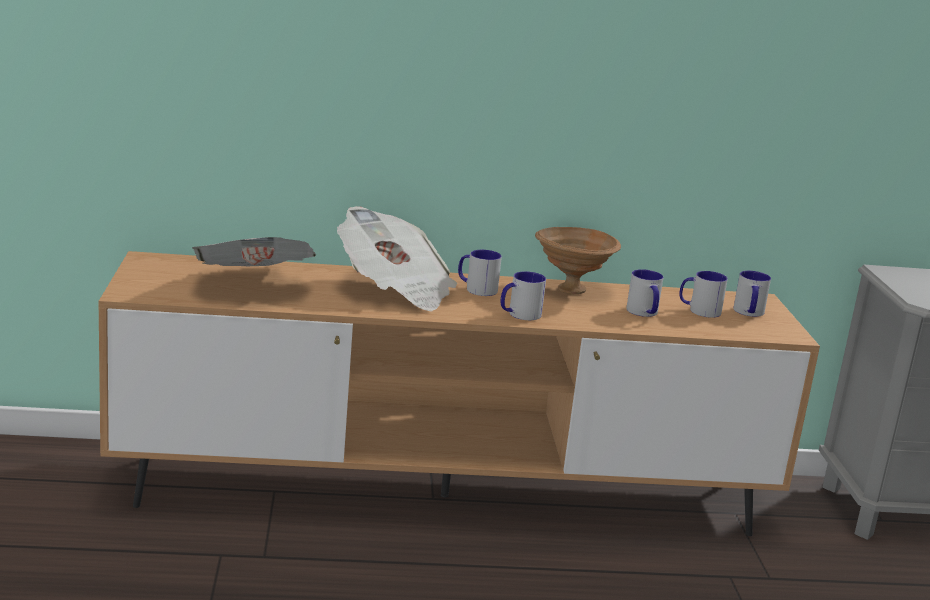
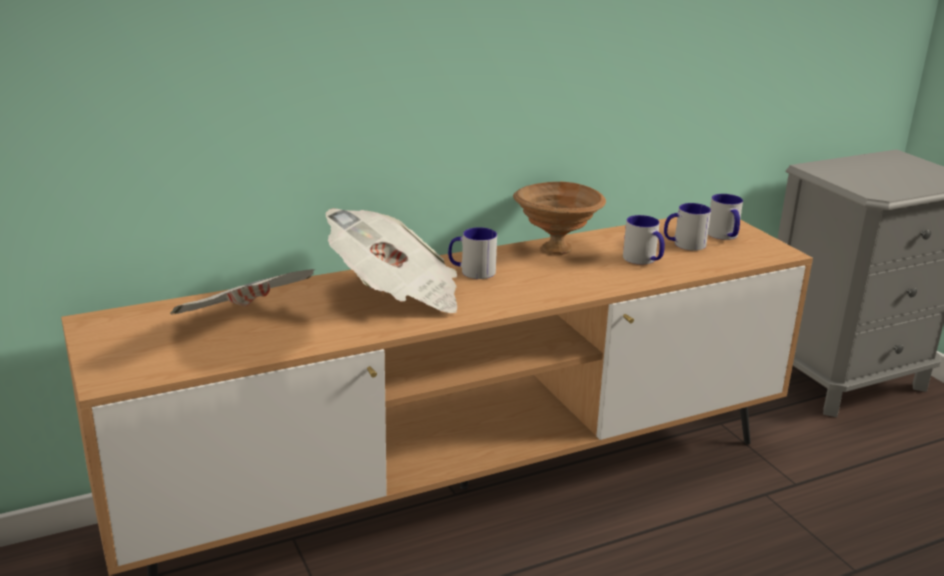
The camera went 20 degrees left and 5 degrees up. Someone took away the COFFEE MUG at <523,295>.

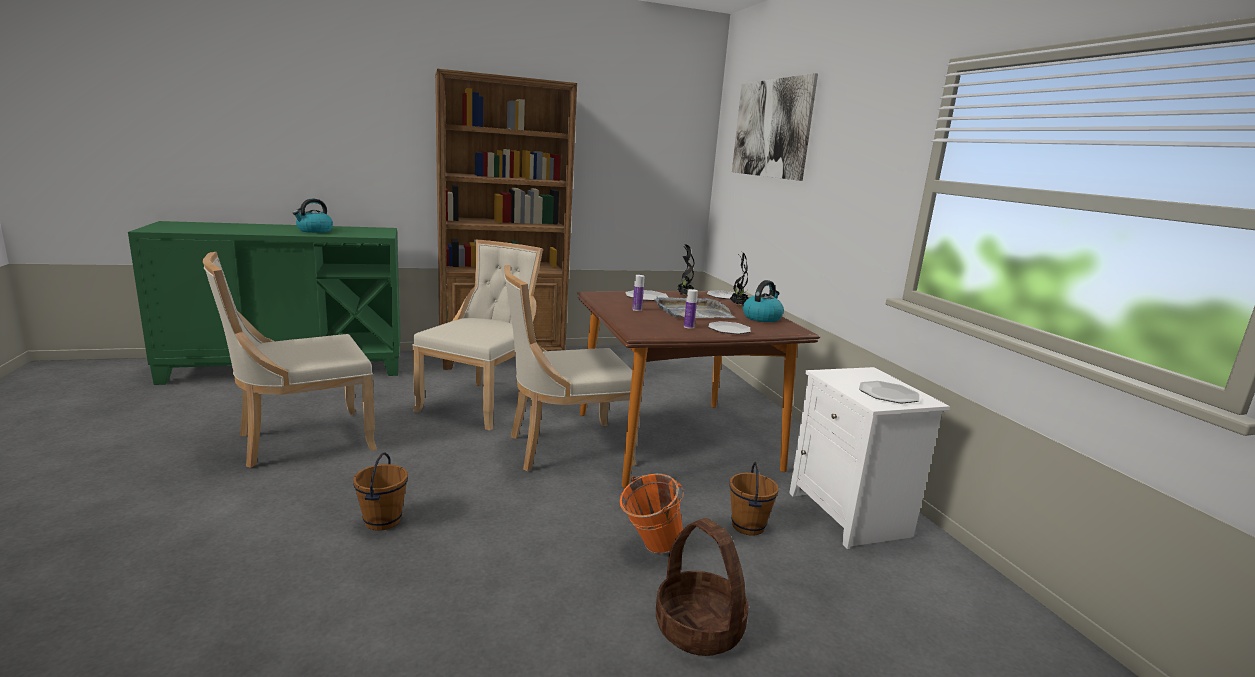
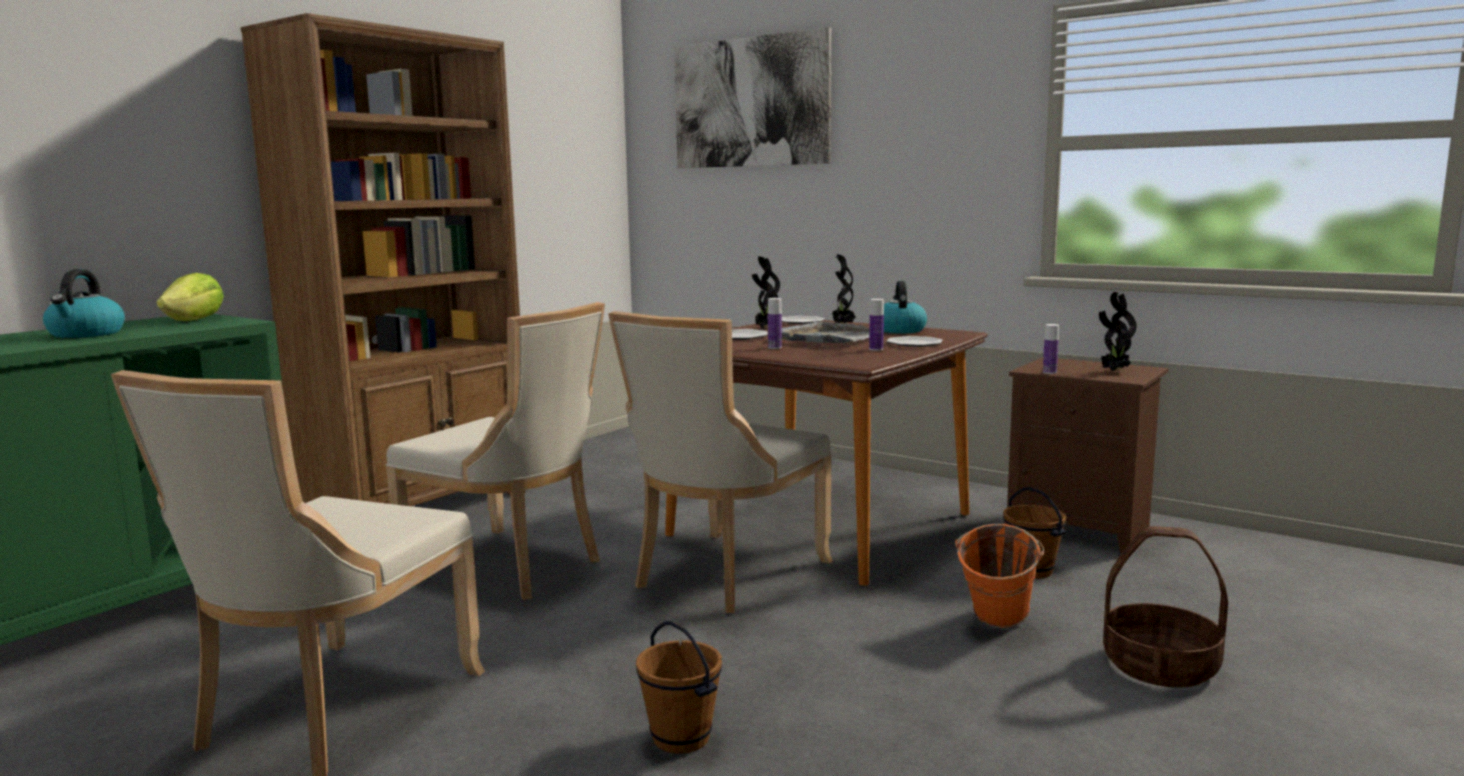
The camera went 35 degrees left and 5 degrees down. Someone rotated the SAND-COLOURED PLAIN CHAIR at <478,335> by 135 degrees clockwise. Someone repainted the WHITISH NIGHTSTAND at <869,458>, which became the BROWN NIGHTSTAND at <1087,455>. Someone swapped the FLAT DISH at <889,392> for the POTTED PLANT at <1118,331>. Someone put down the HEAD OF LETTUCE at <190,297>. Someone put down the DRINK BOTTLE at <1051,349>.

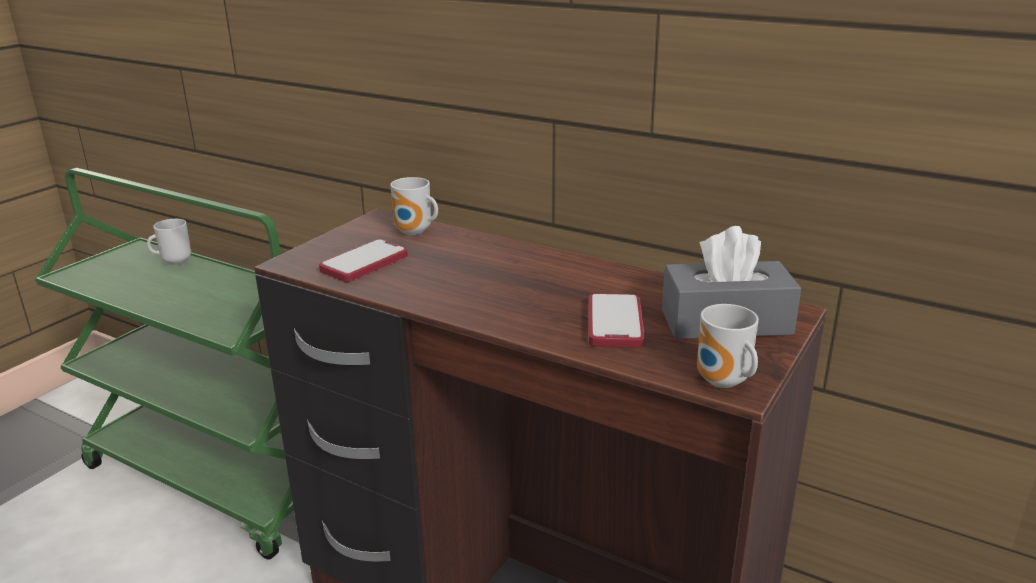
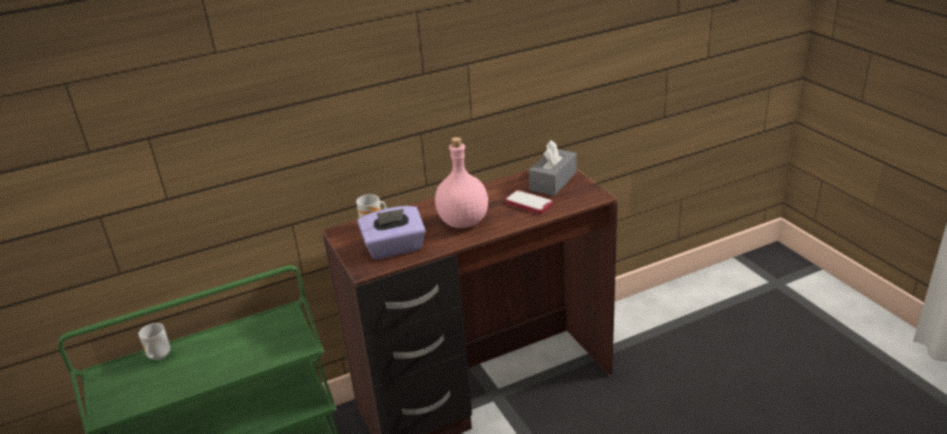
The camera went 55 degrees left and 5 degrees up. Someone swapped the PHONE at <363,260> for the PURPLISH BOX OF TISSUES at <391,233>. Someone took away the COFFEE MUG at <728,346>. Someone put down the PINK-COLOURED DRINK BOTTLE at <461,182>.

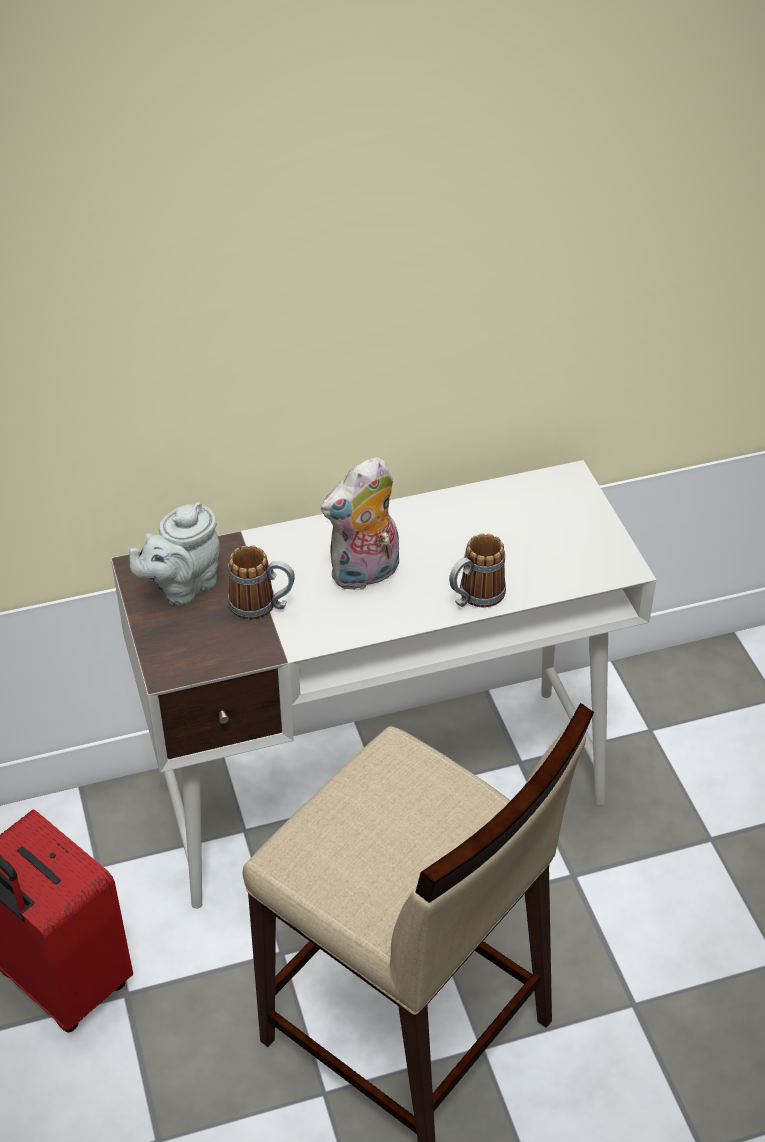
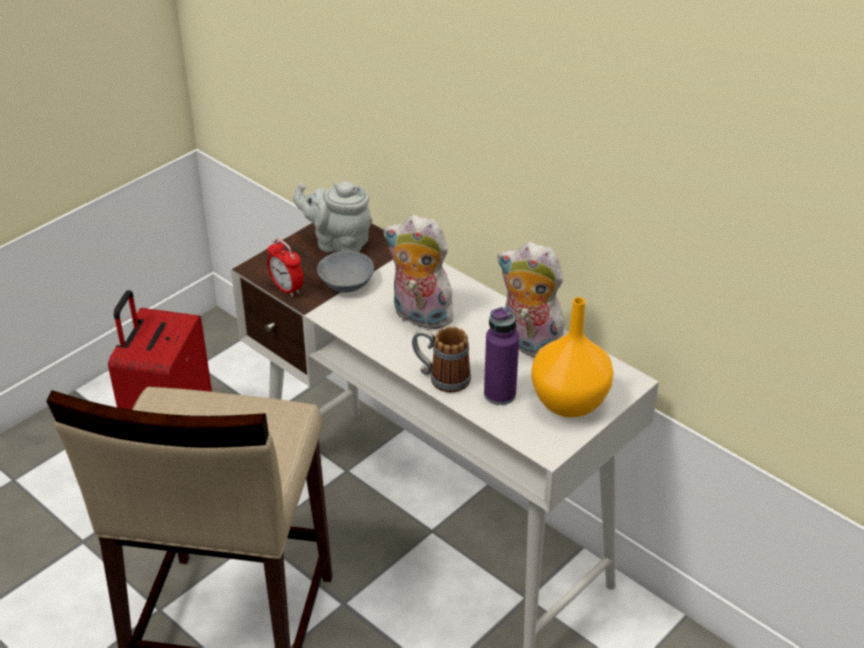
The camera went 60 degrees right and 5 degrees down. Someone swapped the COFFEE MUG at <261,582> for the GREY BOWL at <345,272>. Someone put down the BEDSIDE CLOCK at <285,267>. Someone put down the CUDDLY TOY at <530,299>. Someone put down the ORANGE FLOWER VASE at <572,357>. Someone put down the PURPLISH DRINK BOTTLE at <501,355>.

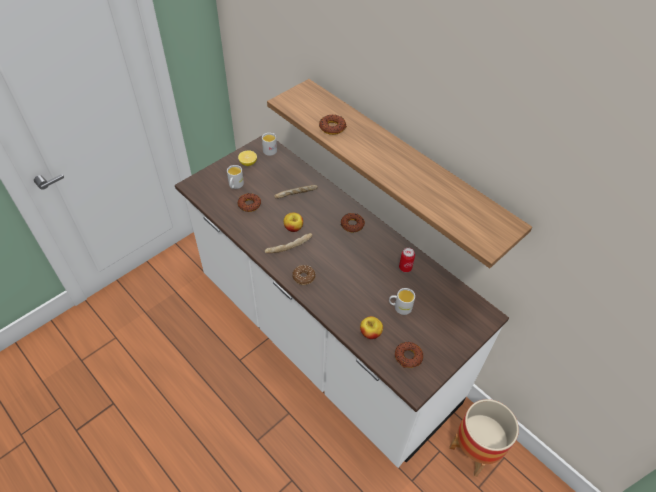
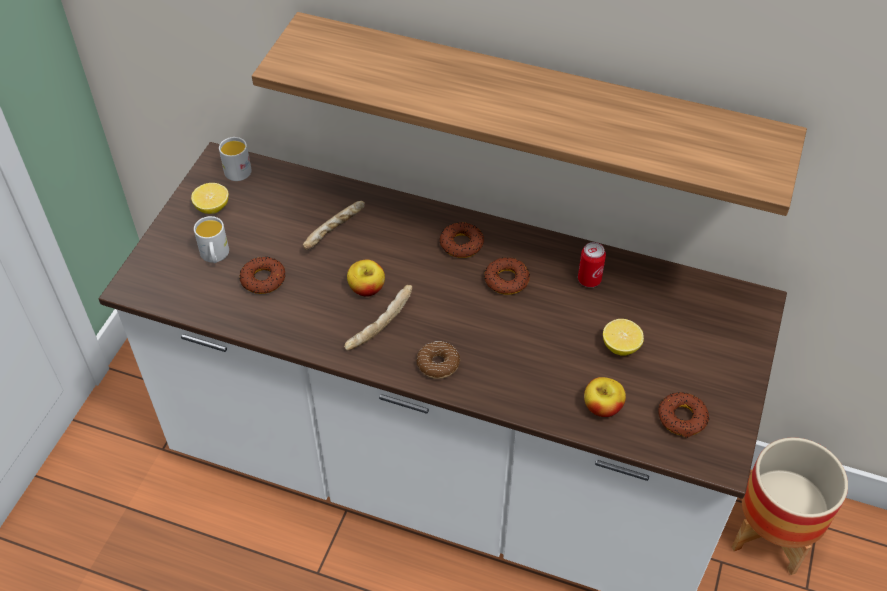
The camera went 25 degrees left and 0 degrees up. Someone carried the DONUT from <333,124> to <507,276>. Someone swapped the WHITISH COFFEE MUG at <402,301> for the CITRUS FRUIT at <623,337>.

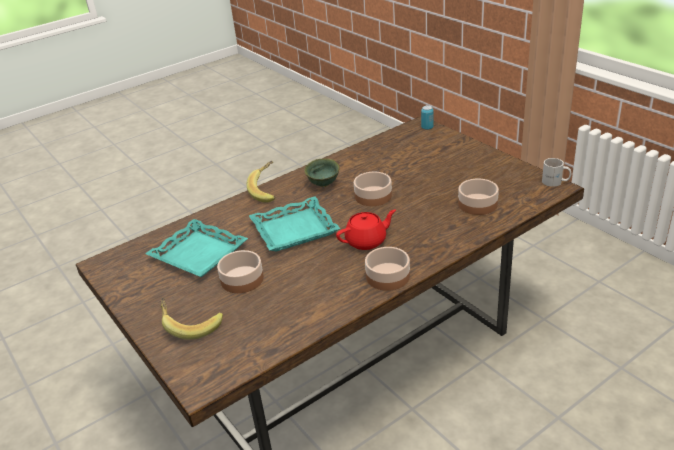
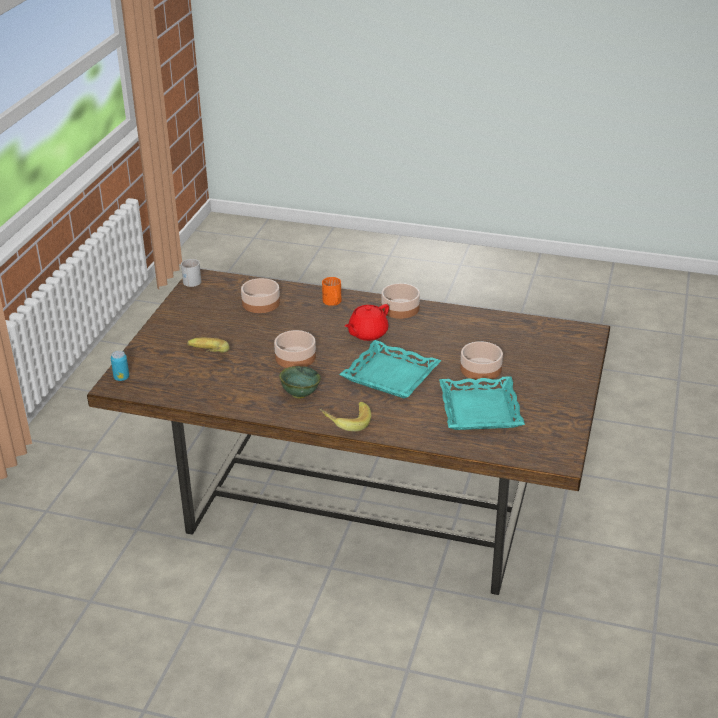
The camera went 130 degrees left and 0 degrees up. Someone rotated the RED-COLOURED POT FOR TEA at <366,230> by 75 degrees counterclockwise. Someone carried the WHOLE BANANA from <192,319> to <208,345>. Someone put down the ORANGE COFFEE MUG at <331,291>.

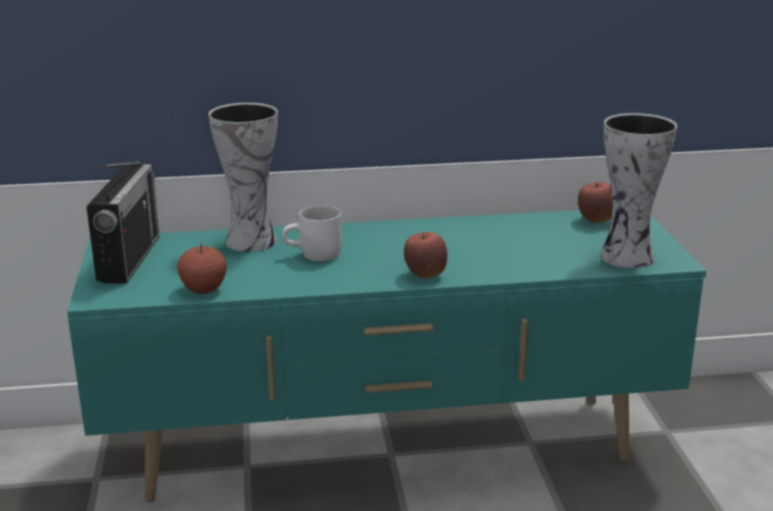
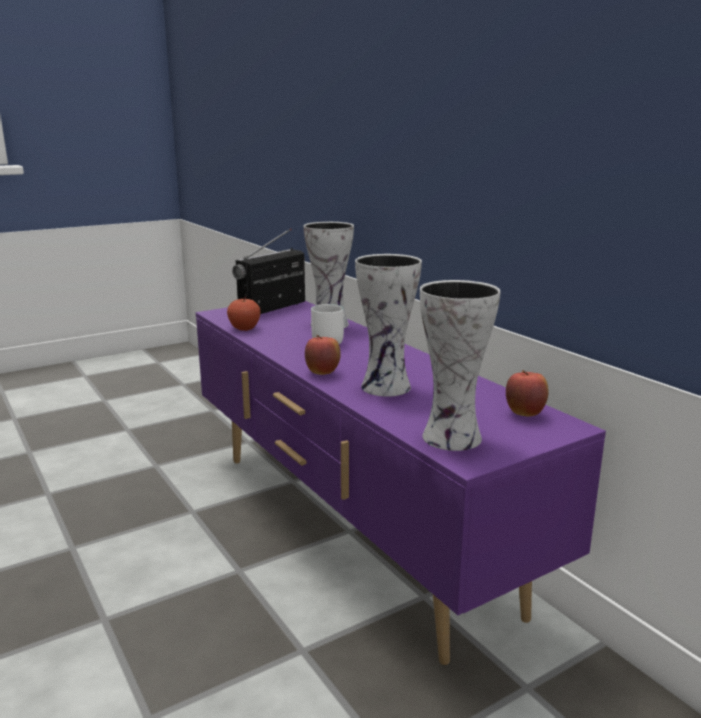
The camera went 65 degrees right and 5 degrees down. Someone rotated the RADIO at <122,222> by 150 degrees clockwise. Someone repainted the TURQUOISE-COLOURED MEDIA CONSOLE at <386,356>, which became the PURPLISH MEDIA CONSOLE at <401,483>. Someone put down the FLOWER VASE at <388,325>.

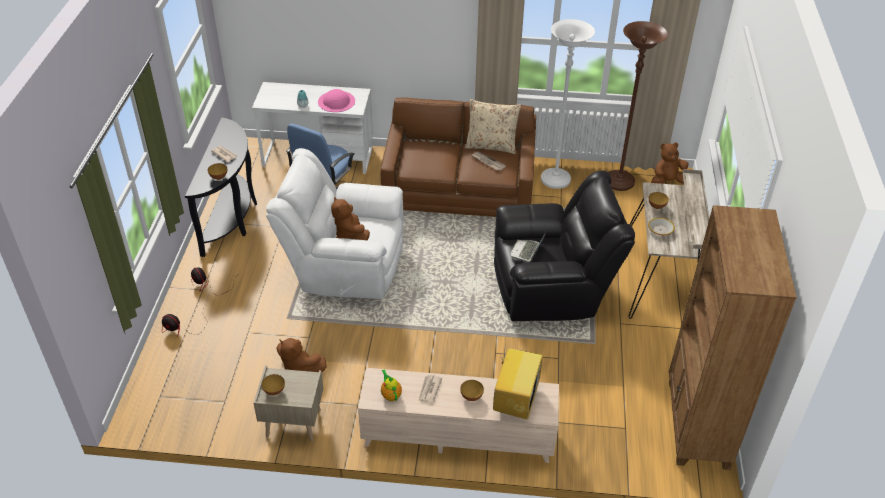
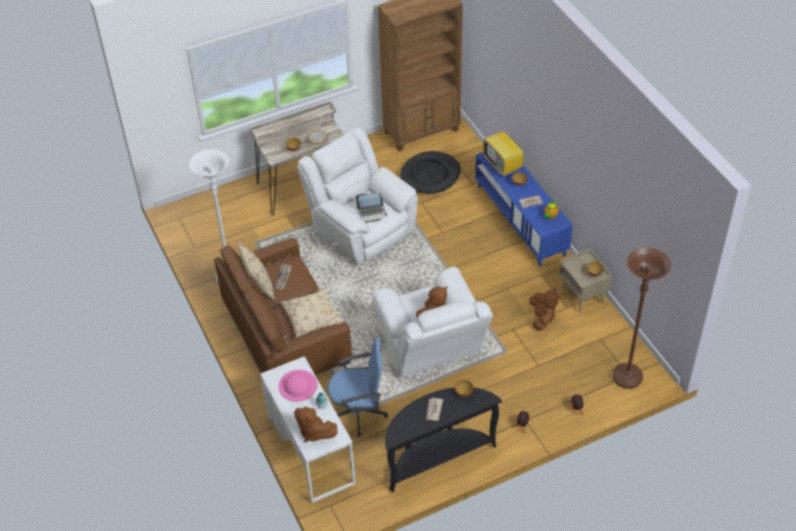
The camera went 120 degrees left and 5 degrees up. Someone carried the BROWN STANDARD LAMP from <638,106> to <641,318>. Someone carried the BROWN CUDDLY TOY from <670,163> to <316,424>. Someone repainted the BLACKISH EASY CHAIR at <564,246>, which became the WHITISH EASY CHAIR at <357,196>. Someone rotated the TV at <518,379> by 105 degrees counterclockwise. Someone repainted the SAND-COLOURED MEDIA CONSOLE at <458,415>, which became the BLUE-COLOURED MEDIA CONSOLE at <524,209>. Someone put down the BLACKISH DOG CUSHION at <430,172>. Someone put down the SAND-COLOURED THROW PILLOW at <311,313>.

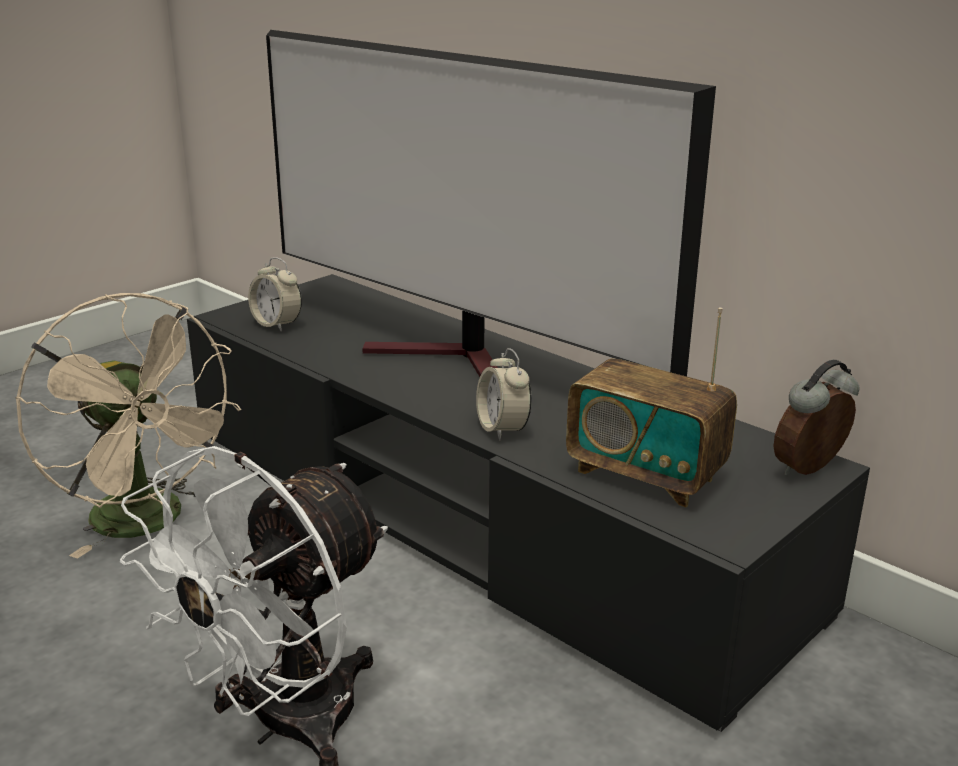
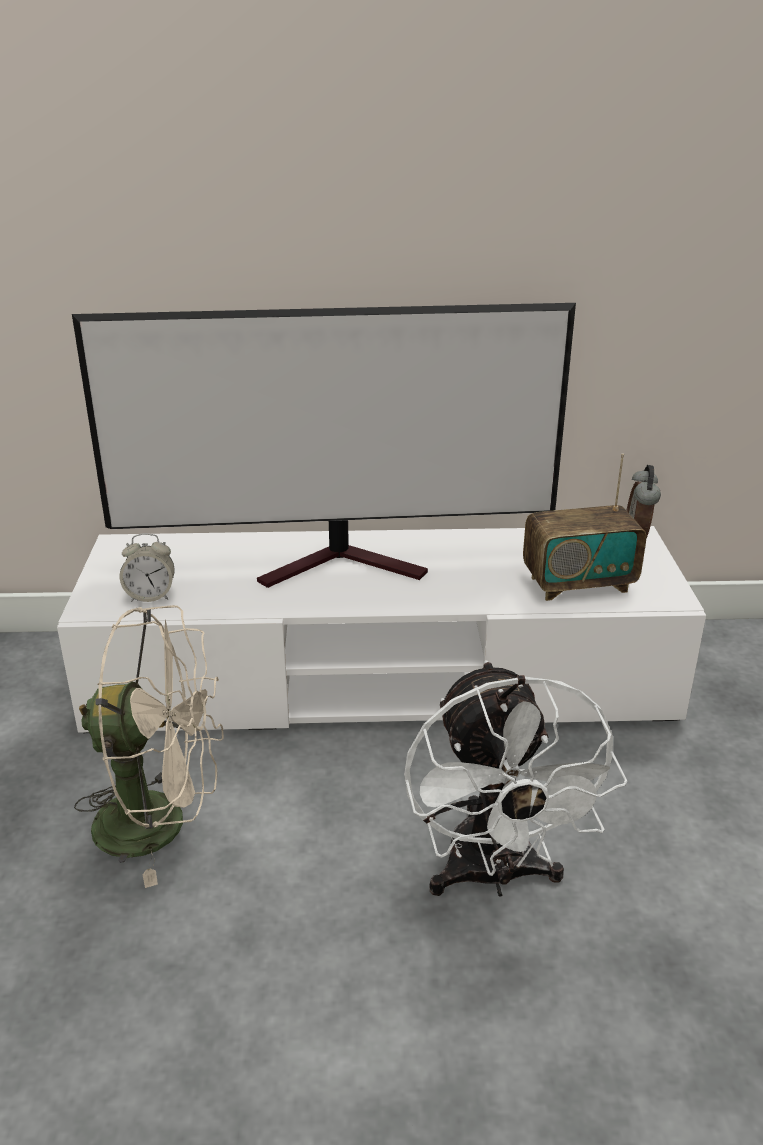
The camera went 45 degrees left and 5 degrees up. Someone repainted the BLACKISH MEDIA CONSOLE at <528,503>, which became the WHITISH MEDIA CONSOLE at <381,629>. Someone took away the BEDSIDE CLOCK at <504,394>.

